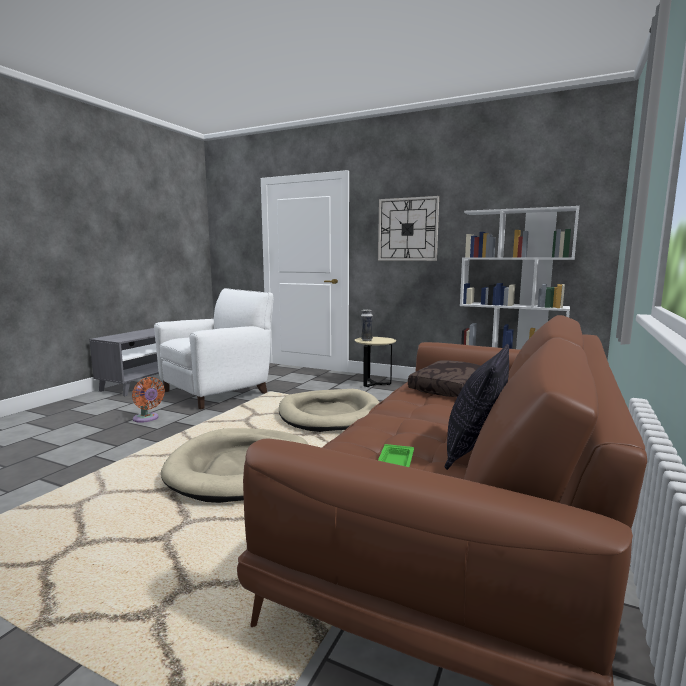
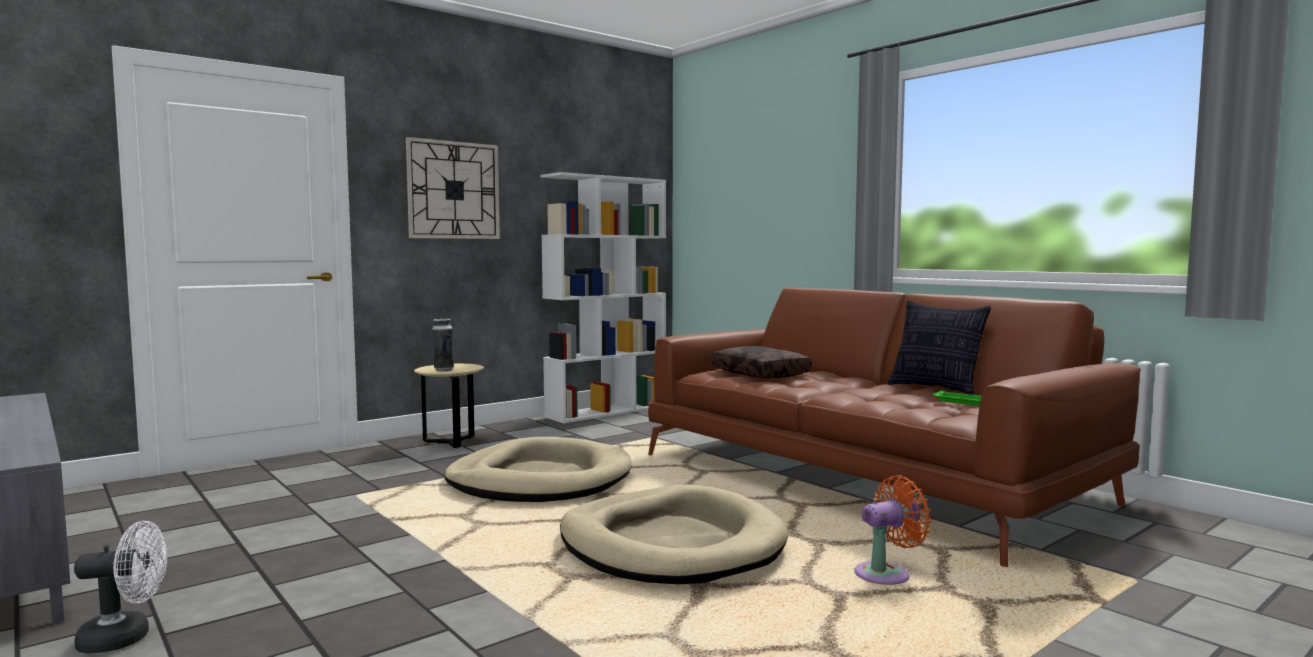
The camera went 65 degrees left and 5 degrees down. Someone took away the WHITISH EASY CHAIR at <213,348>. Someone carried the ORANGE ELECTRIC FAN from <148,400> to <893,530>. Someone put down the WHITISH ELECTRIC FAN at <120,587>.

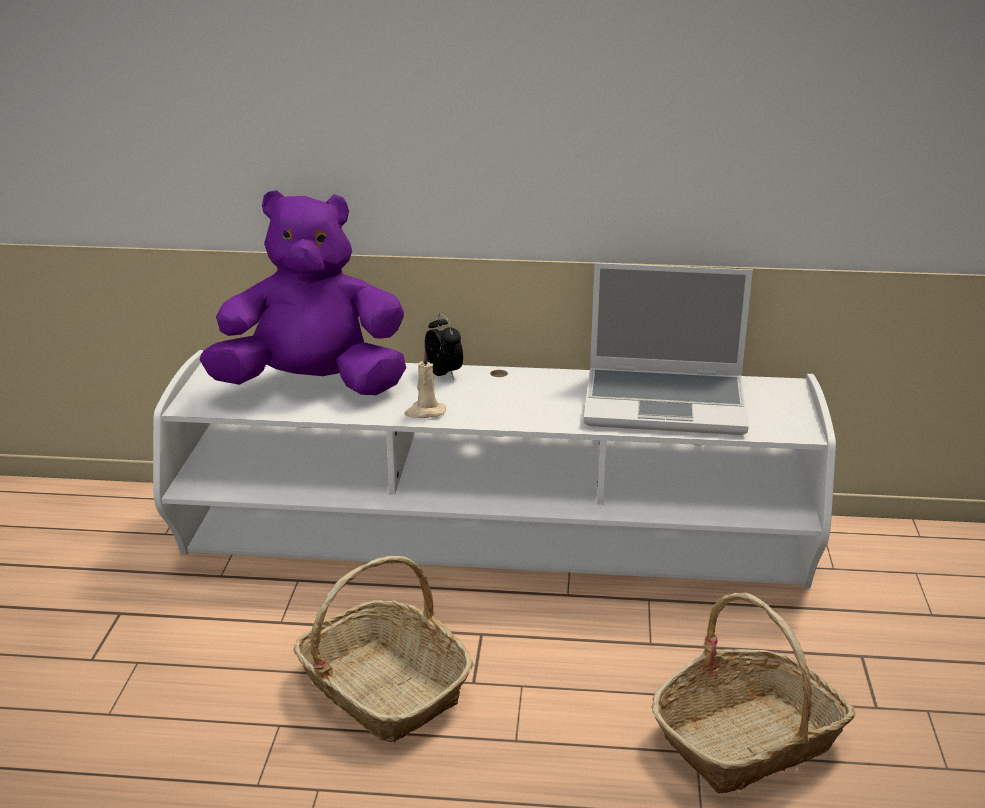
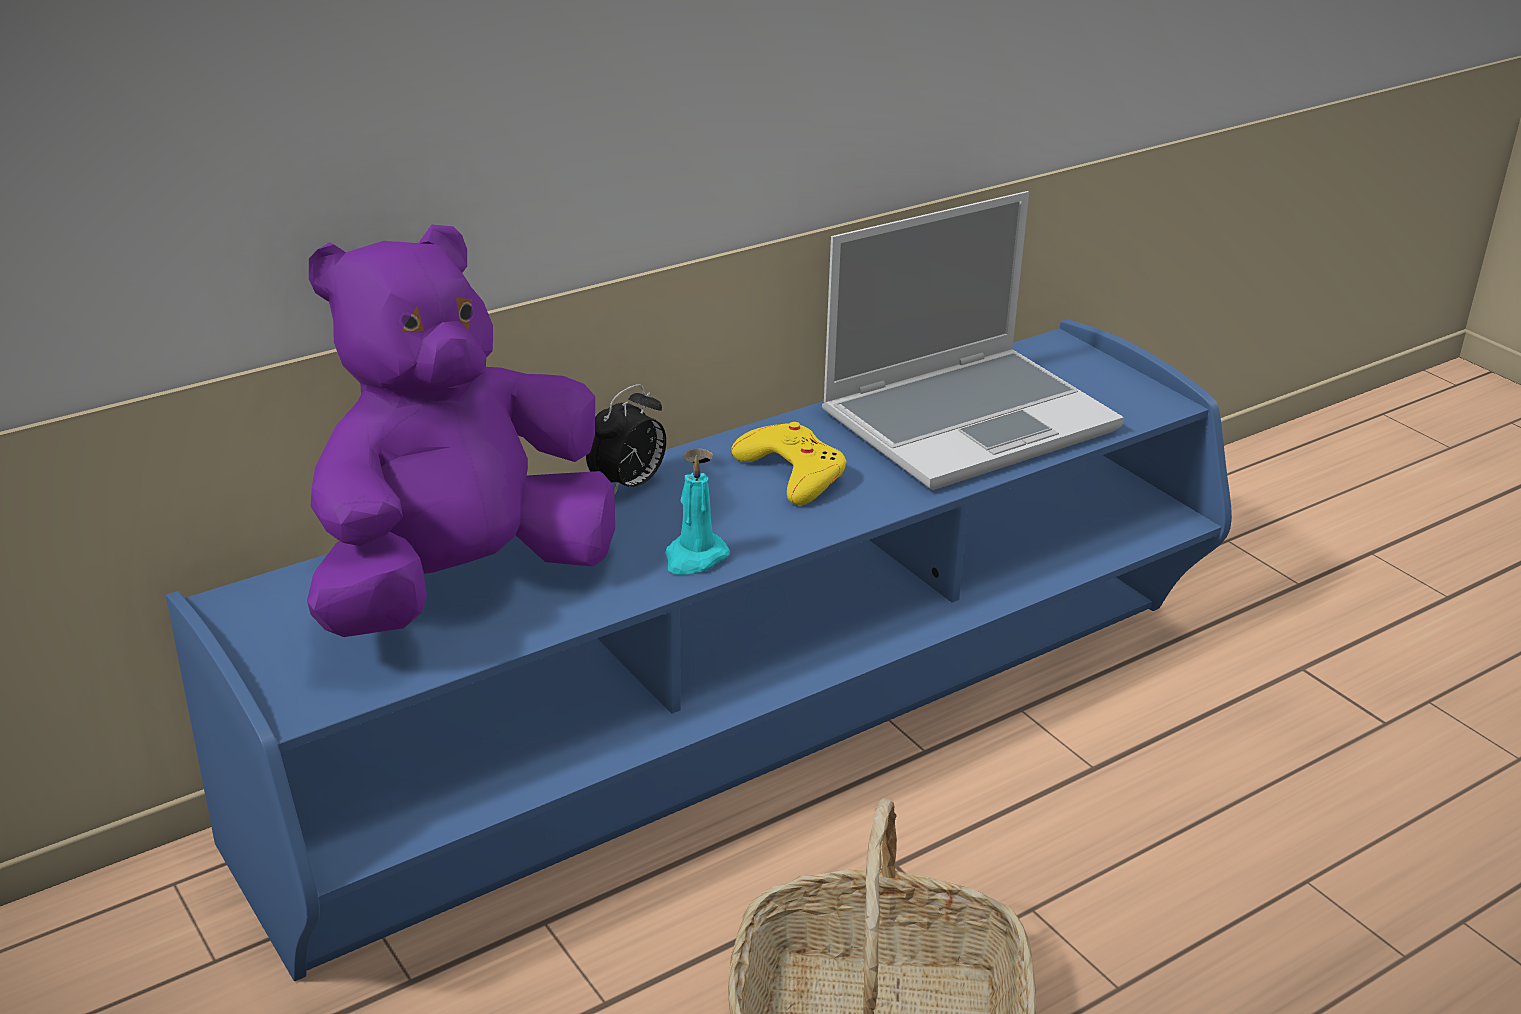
The camera went 40 degrees left and 5 degrees up. Someone rotated the BEDSIDE CLOCK at <444,346> by 105 degrees clockwise. Someone repainted the WHITISH MEDIA CONSOLE at <494,469>, which became the BLUE-COLOURED MEDIA CONSOLE at <699,650>. Someone repainted the SAND-COLOURED WAX CANDLE at <425,384>, which became the TURQUOISE-COLOURED WAX CANDLE at <697,515>. Someone took away the BASKET at <753,693>. Someone put down the YELLOW JOYPAD at <788,463>.

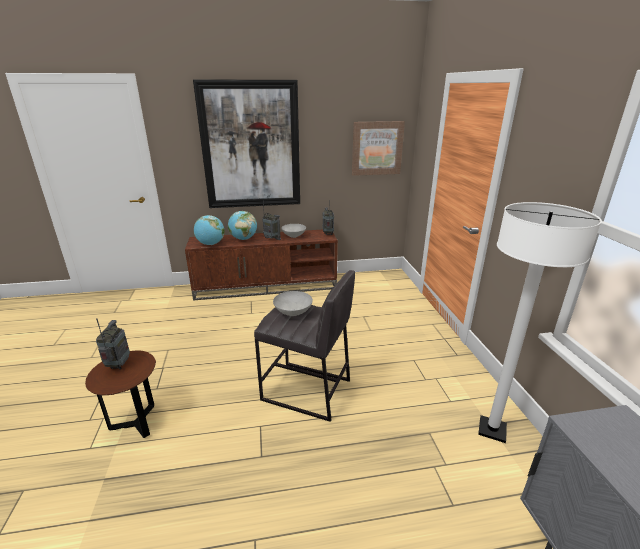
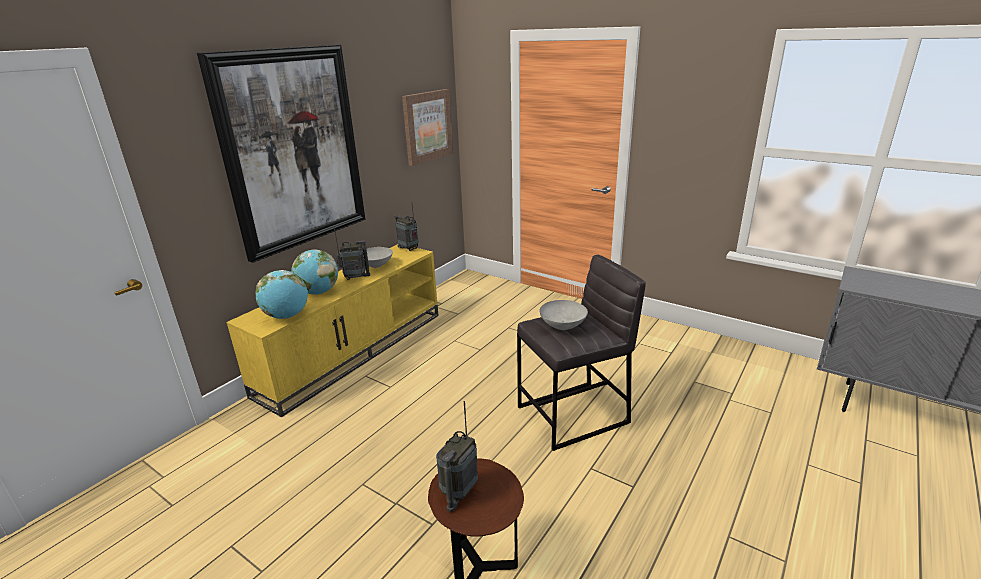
The camera went 45 degrees left and 0 degrees up. Someone took away the WHITISH STANDARD LAMP at <540,322>. Someone repainted the BROWN MEDIA CONSOLE at <261,265>, which became the YELLOW MEDIA CONSOLE at <332,330>. Someone rotated the RADIO at <113,343> by 105 degrees counterclockwise.

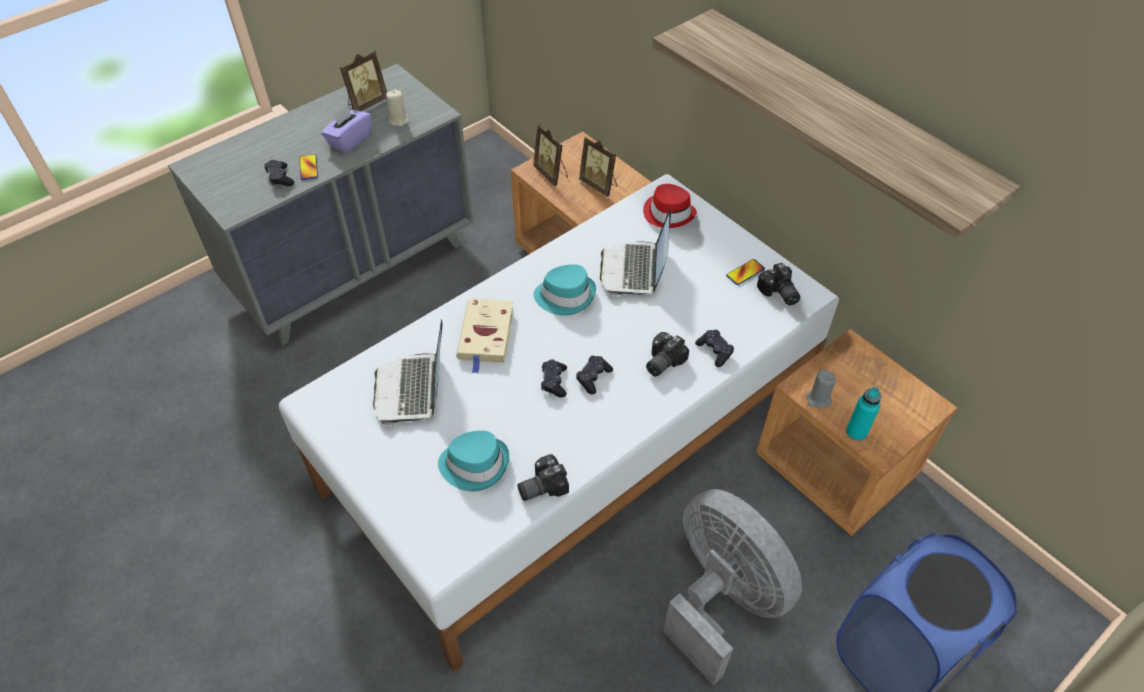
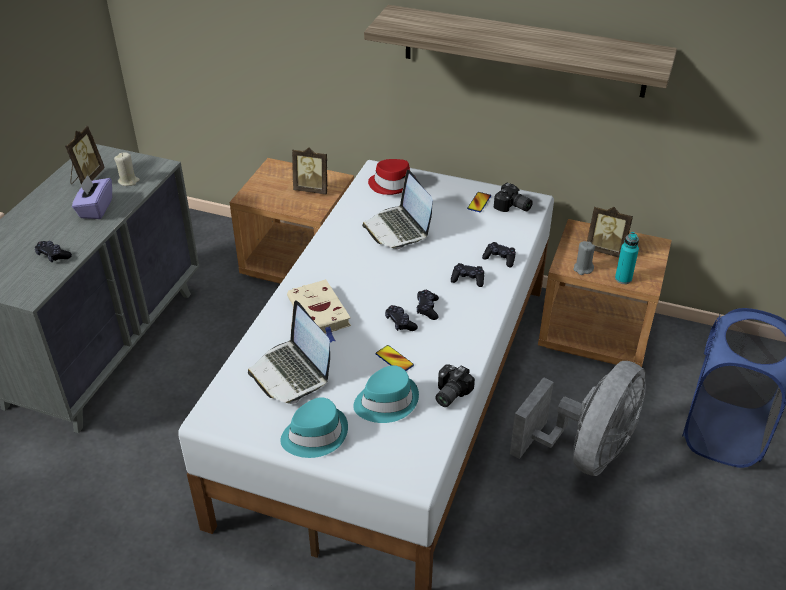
The camera went 30 degrees left and 10 degrees down. Someone carried the PICTURE FRAME from <550,155> to <610,232>. Someone carried the PHONE from <308,167> to <395,358>. Someone carried the TURQUOISE-COLOURED CLOTHING HAT from <565,290> to <314,427>. Someone swapped the STILL CAMERA at <667,354> for the BLACKISH JOYPAD at <467,275>. Someone rotated the GREY ELECTRIC FAN at <732,587> by 105 degrees clockwise.

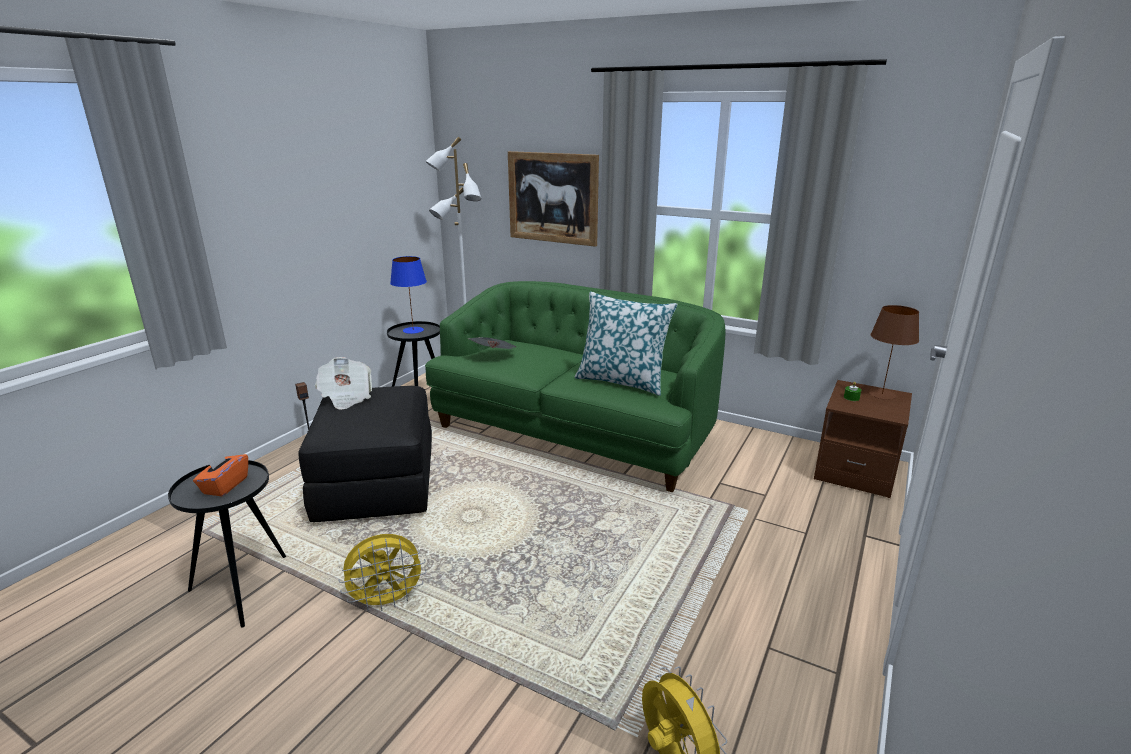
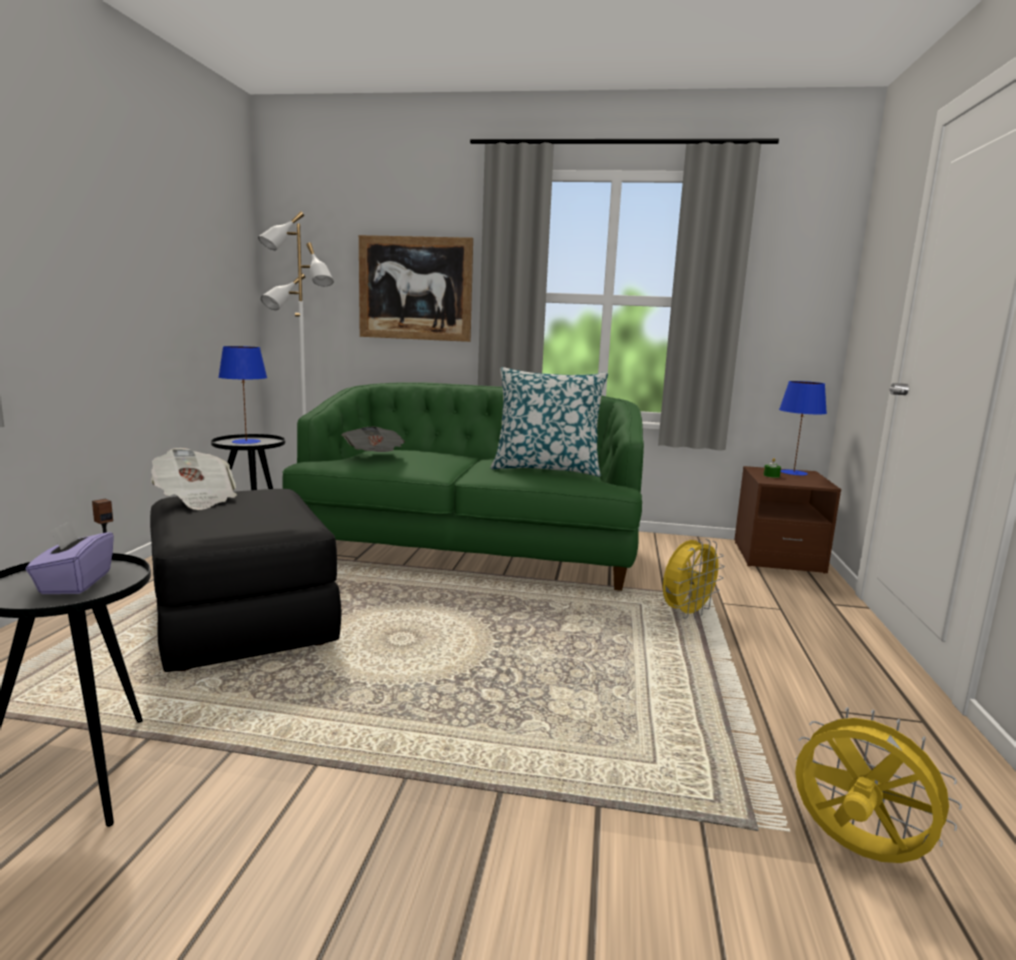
The camera went 20 degrees left and 10 degrees down. Someone repainted the BROWN LAMP FOR A TABLE at <894,352>, which became the BLUE-COLOURED LAMP FOR A TABLE at <803,428>. Someone repainted the ORANGE BOX OF TISSUES at <220,472>, which became the PURPLISH BOX OF TISSUES at <70,557>. Someone carried the YELLOW ELECTRIC FAN from <382,572> to <694,579>.

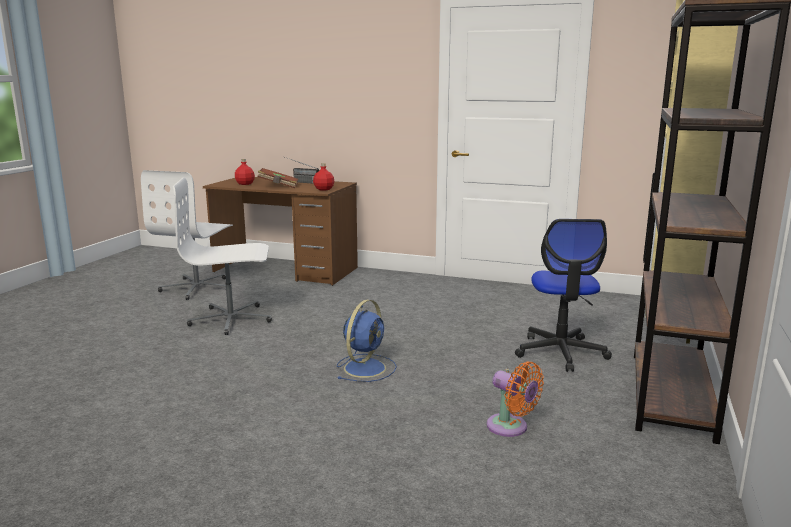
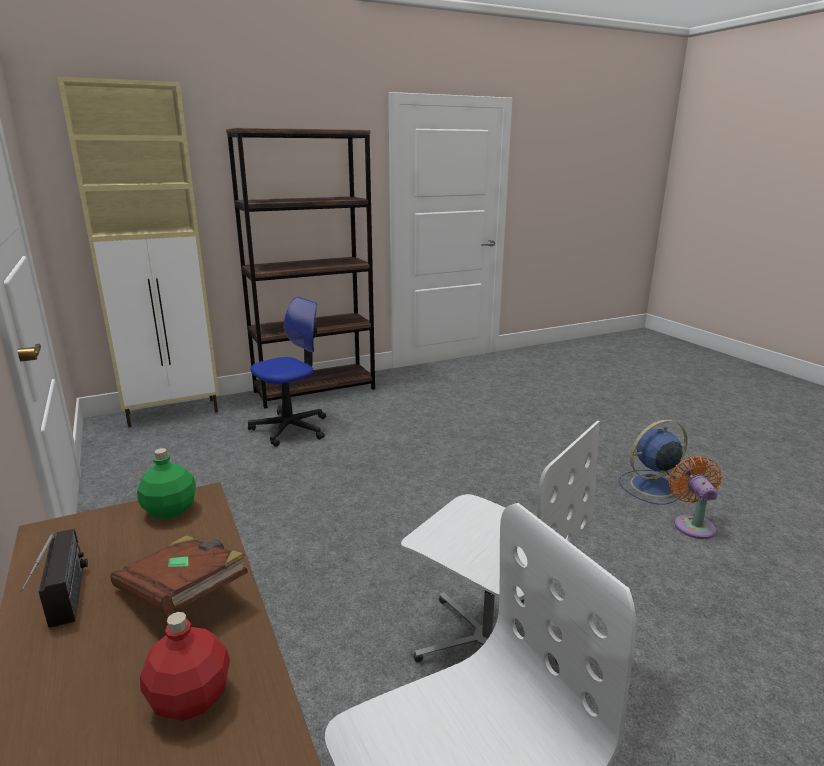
The camera went 135 degrees left and 5 degrees up. Someone repainted the RED-COLOURED DRINK BOTTLE at <323,177>, which became the GREEN DRINK BOTTLE at <166,483>. Someone carried the BLUE-COLOURED ELECTRIC FAN from <367,341> to <653,461>. Someone carried the ORANGE ELECTRIC FAN from <515,399> to <695,497>.

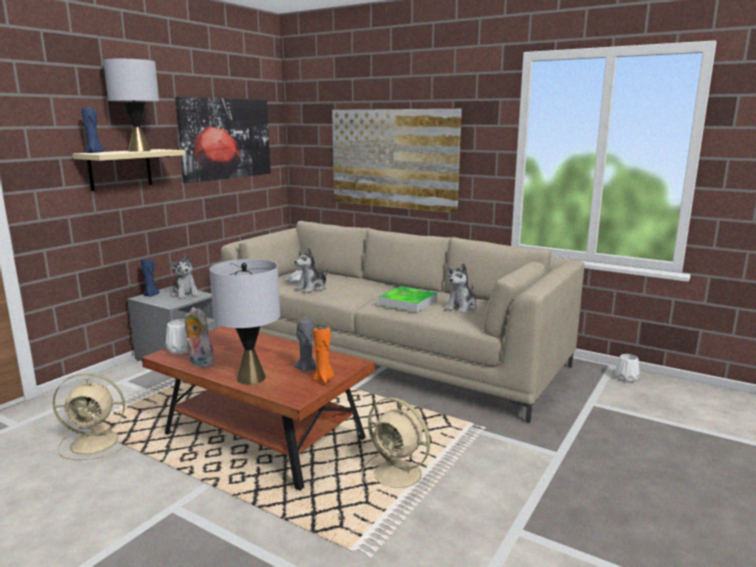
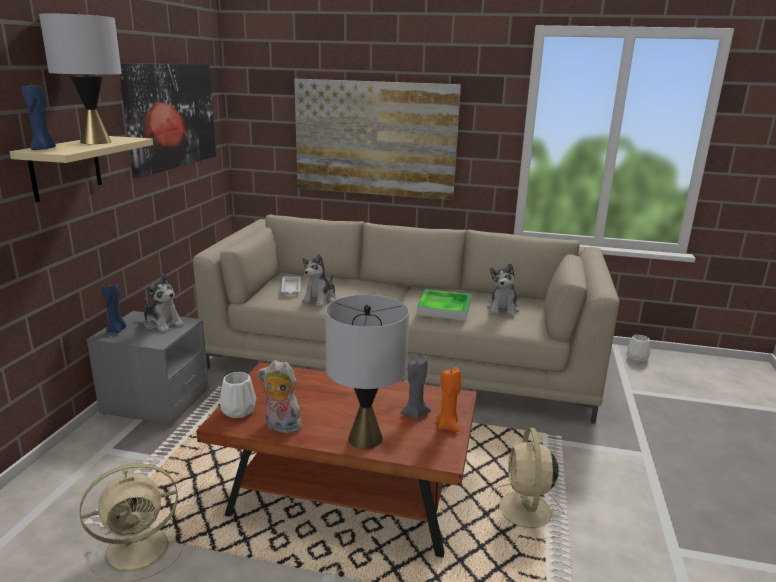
The camera went 20 degrees left and 5 degrees up. Someone rotated the SAND-COLOURED ELECTRIC FAN at <398,447> by 75 degrees clockwise.

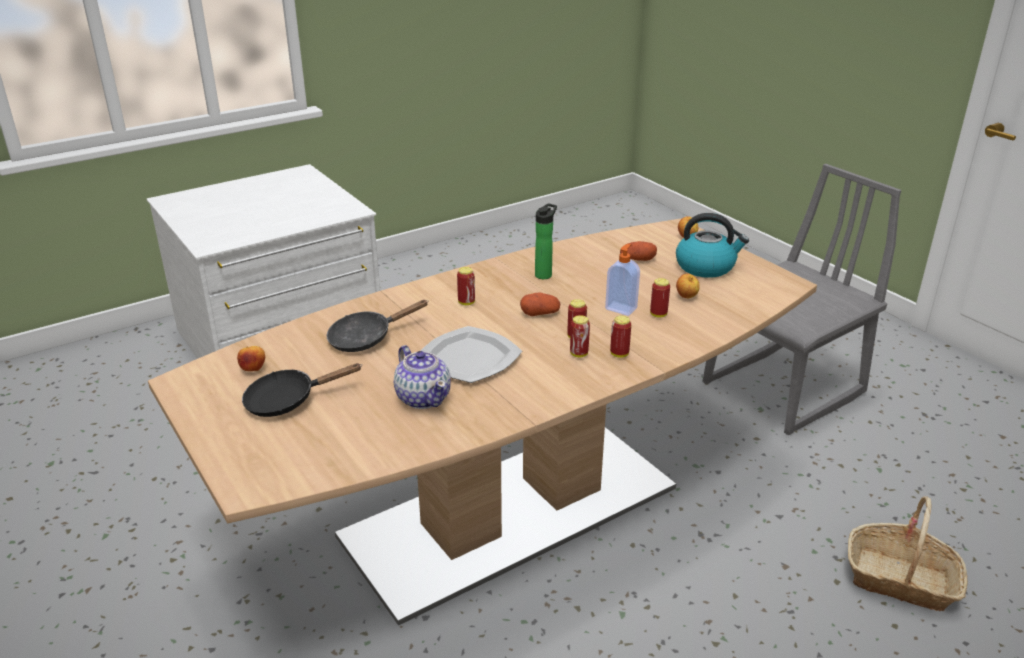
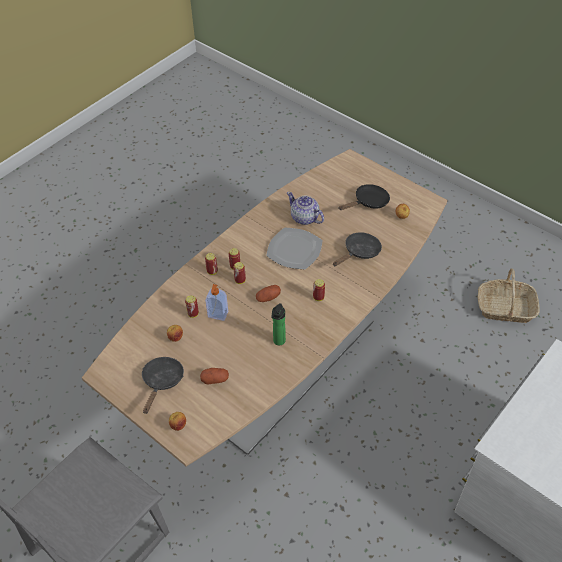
The camera went 165 degrees right and 20 degrees up. Someone swapped the TEA KETTLE at <712,245> for the BLACKISH SKILLET at <163,385>. Someone carried the BASKET from <908,553> to <509,296>.

